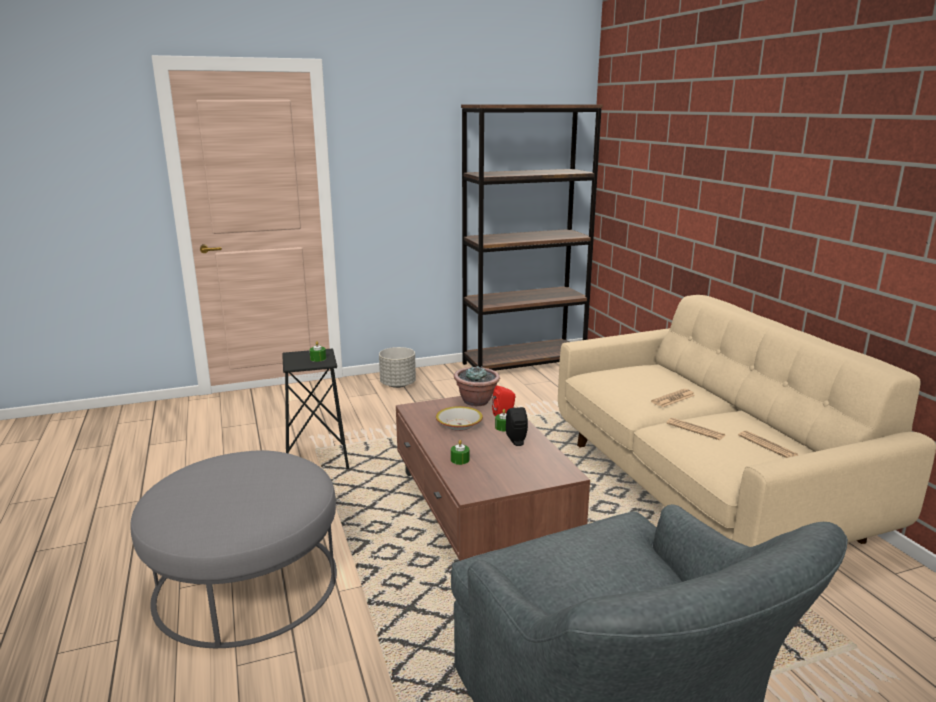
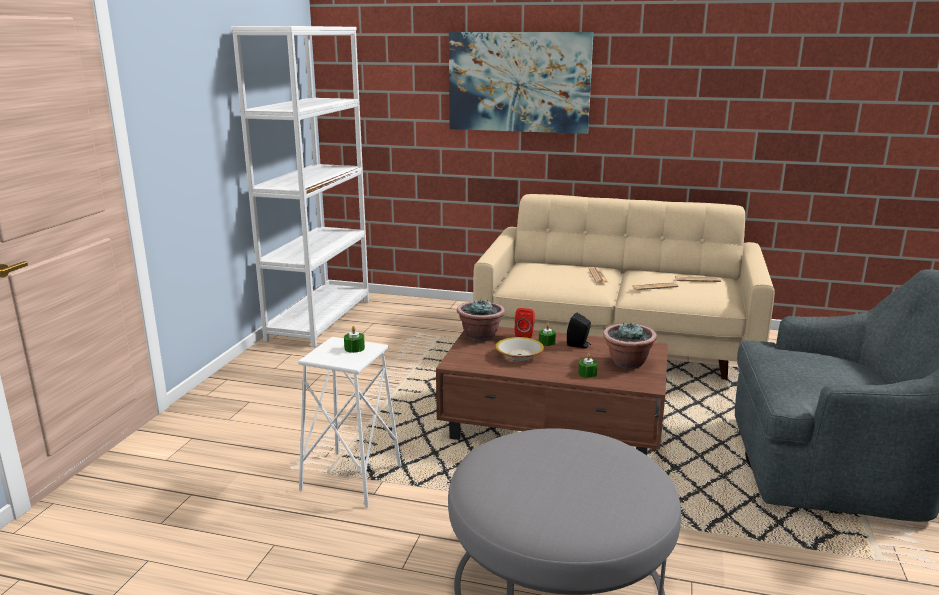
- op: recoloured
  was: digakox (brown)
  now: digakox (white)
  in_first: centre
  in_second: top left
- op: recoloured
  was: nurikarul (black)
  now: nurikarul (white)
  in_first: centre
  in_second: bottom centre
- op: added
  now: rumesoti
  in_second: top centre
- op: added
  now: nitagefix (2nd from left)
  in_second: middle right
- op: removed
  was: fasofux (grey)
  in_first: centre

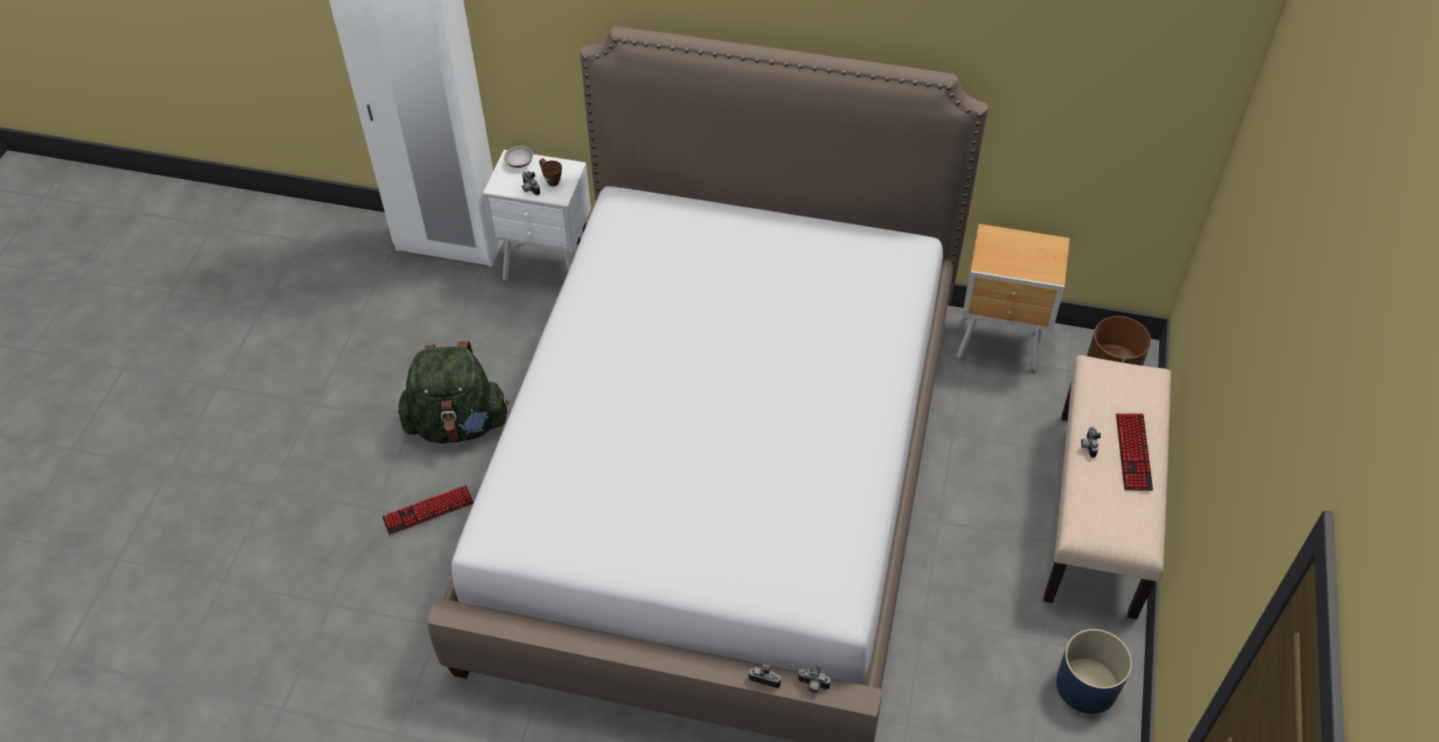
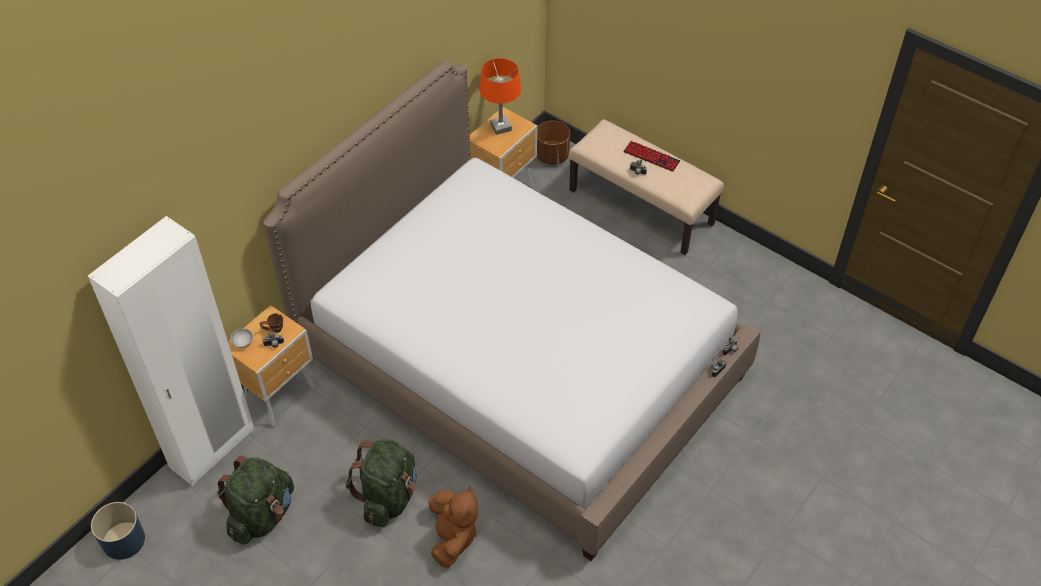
- op: moved
  was: fasofux (blue)
  in_first: bottom right
  in_second: bottom left
- op: added
  now: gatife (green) (1st from left)
  in_second: bottom left
- op: recoloured
  was: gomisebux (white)
  now: gomisebux (brown) (1st from left)
  in_first: top centre
  in_second: middle left
- op: replaced
  was: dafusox (1st from left)
  now: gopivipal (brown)
  in_first: bottom left
  in_second: bottom centre
- op: added
  now: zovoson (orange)
  in_second: top centre

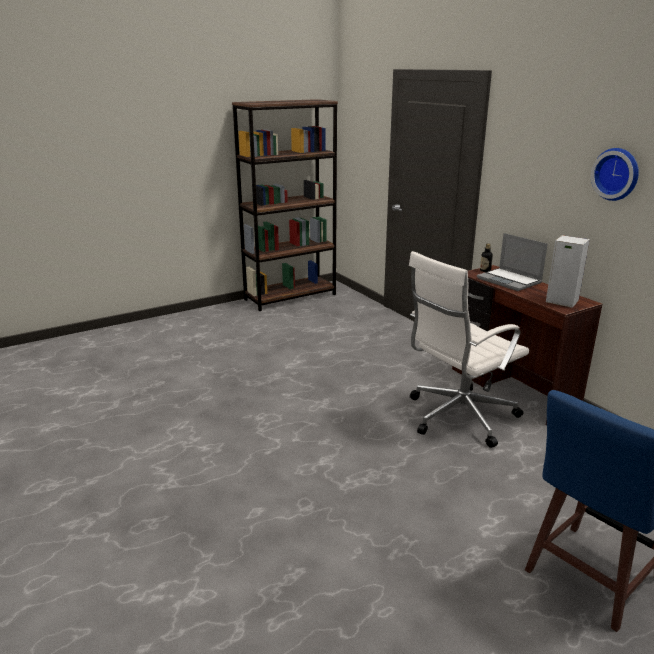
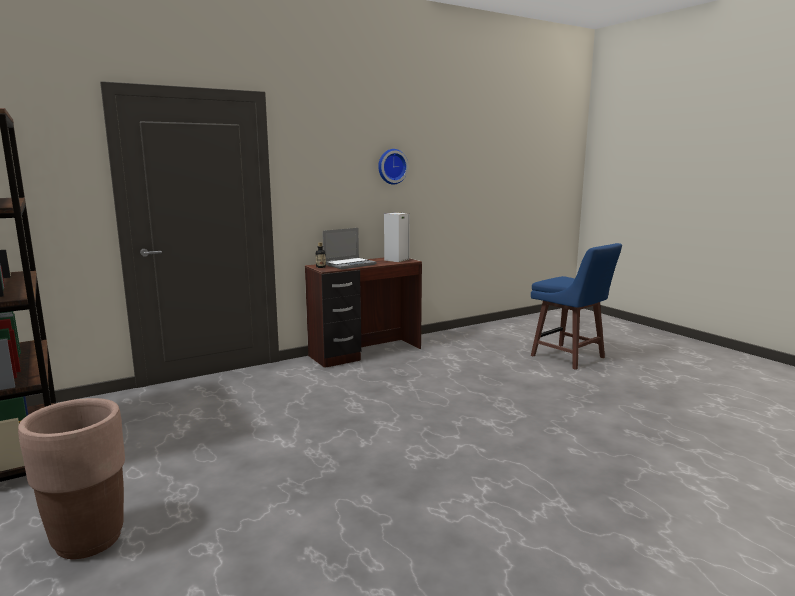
- op: added
  now: fasofux (brown)
  in_second: bottom left
- op: removed
  was: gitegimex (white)
  in_first: middle right

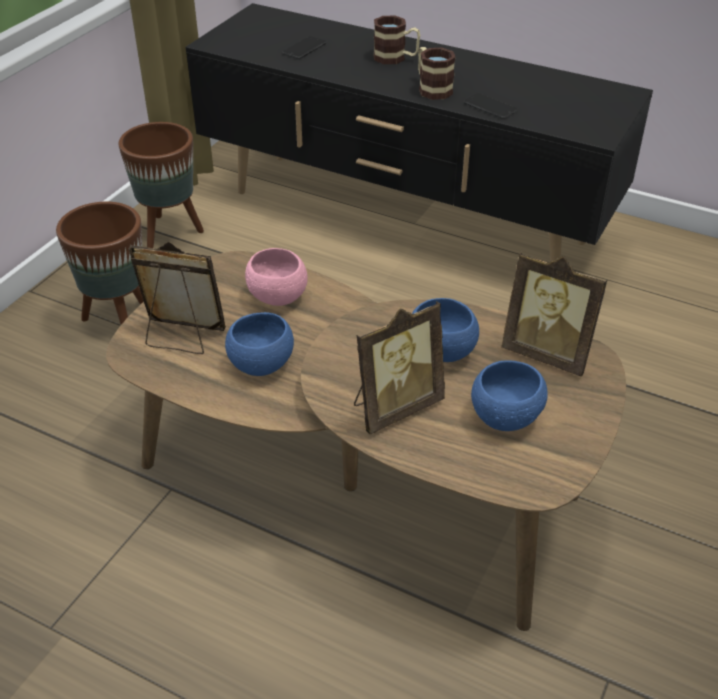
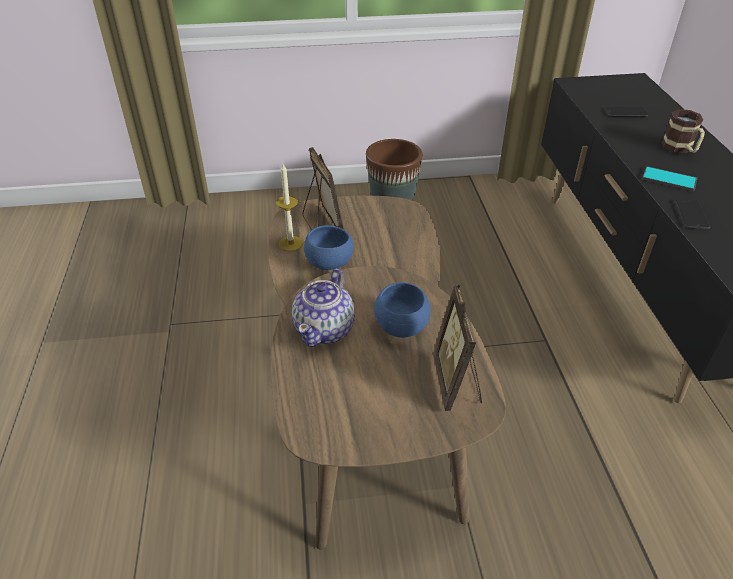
- op: added
  now: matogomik
  in_second: centre
- op: replaced
  was: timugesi (2nd from left)
  now: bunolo
  in_first: centre
  in_second: centre
- op: replaced
  was: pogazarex (2nd from left)
  now: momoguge (2nd from left)
  in_first: top centre
  in_second: top right
- op: removed
  was: fasofux (brown) (2nd from left)
  in_first: top left
- op: removed
  was: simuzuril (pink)
  in_first: centre
- op: removed
  was: simuzuril (blue) (3rd from left)
  in_first: middle right

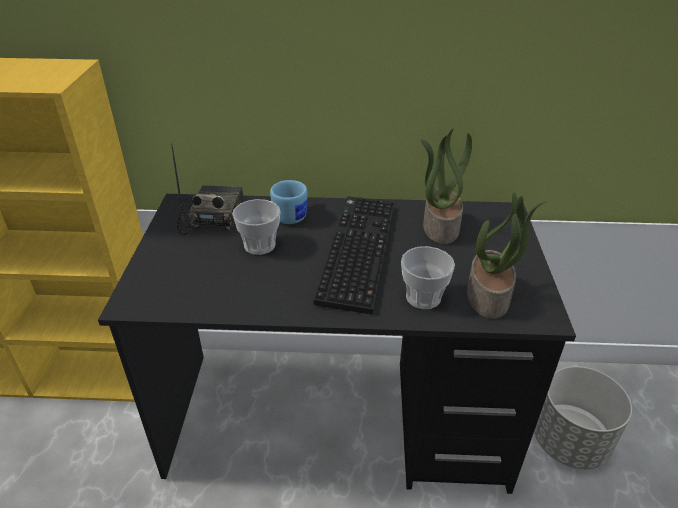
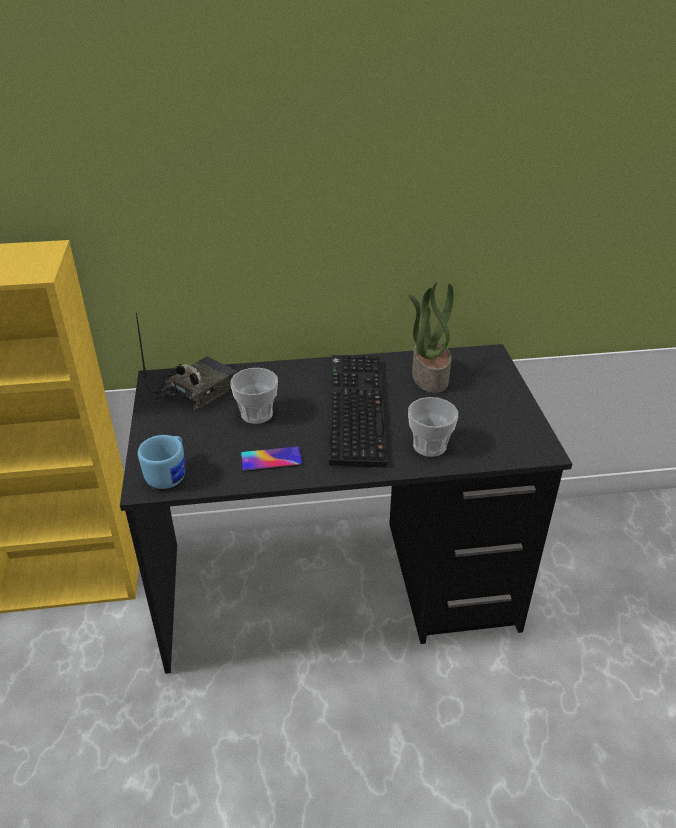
- op: turned
  was: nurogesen
  in_first: middle left
  in_second: middle left
  clockwise: 45
- op: moved
  was: pogazarex (blue)
  in_first: centre
  in_second: middle left
- op: added
  now: momoguge
  in_second: centre
- op: removed
  was: nitagefix (2nd from left)
  in_first: middle right
- op: removed
  was: fasofux (grey)
  in_first: bottom right

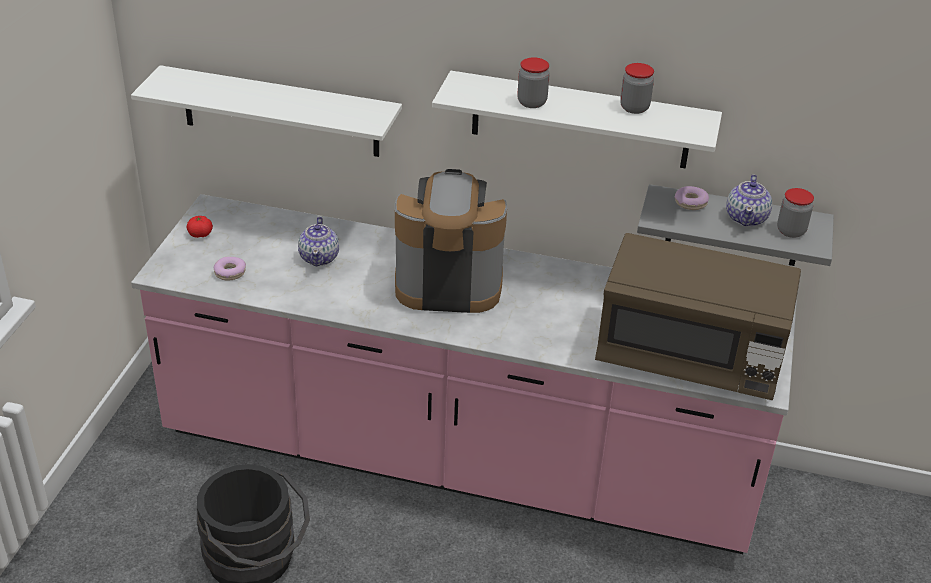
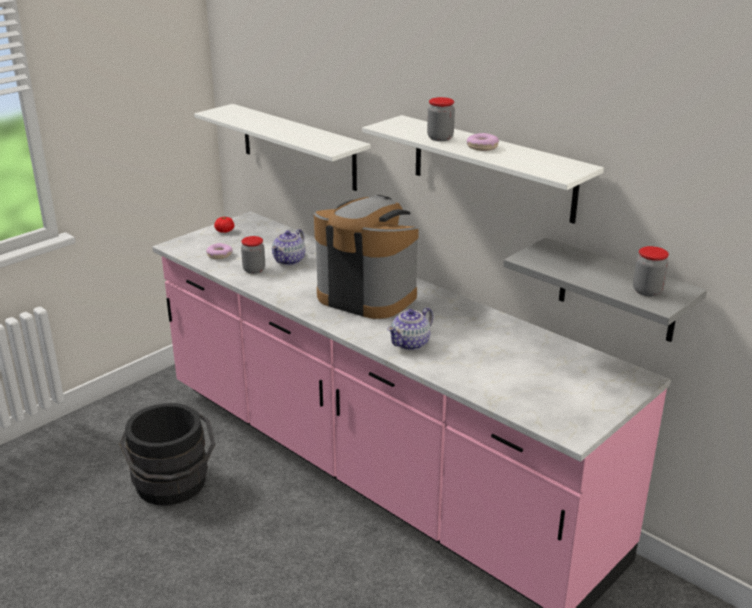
- op: moved
  was: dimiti (2nd from left in the first image)
  now: dimiti (1st from left)
  in_first: top right
  in_second: centre
- op: moved
  was: bunolo (2nd from left)
  in_first: middle right
  in_second: centre
- op: moved
  was: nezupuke (2nd from left)
  in_first: middle right
  in_second: top centre
- op: removed
  was: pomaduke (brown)
  in_first: middle right

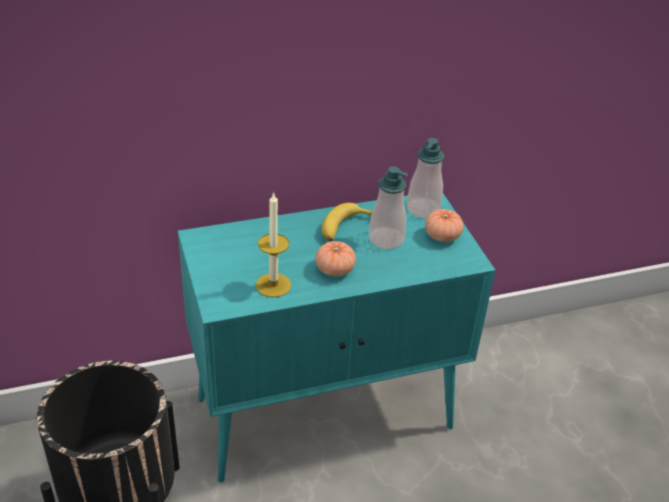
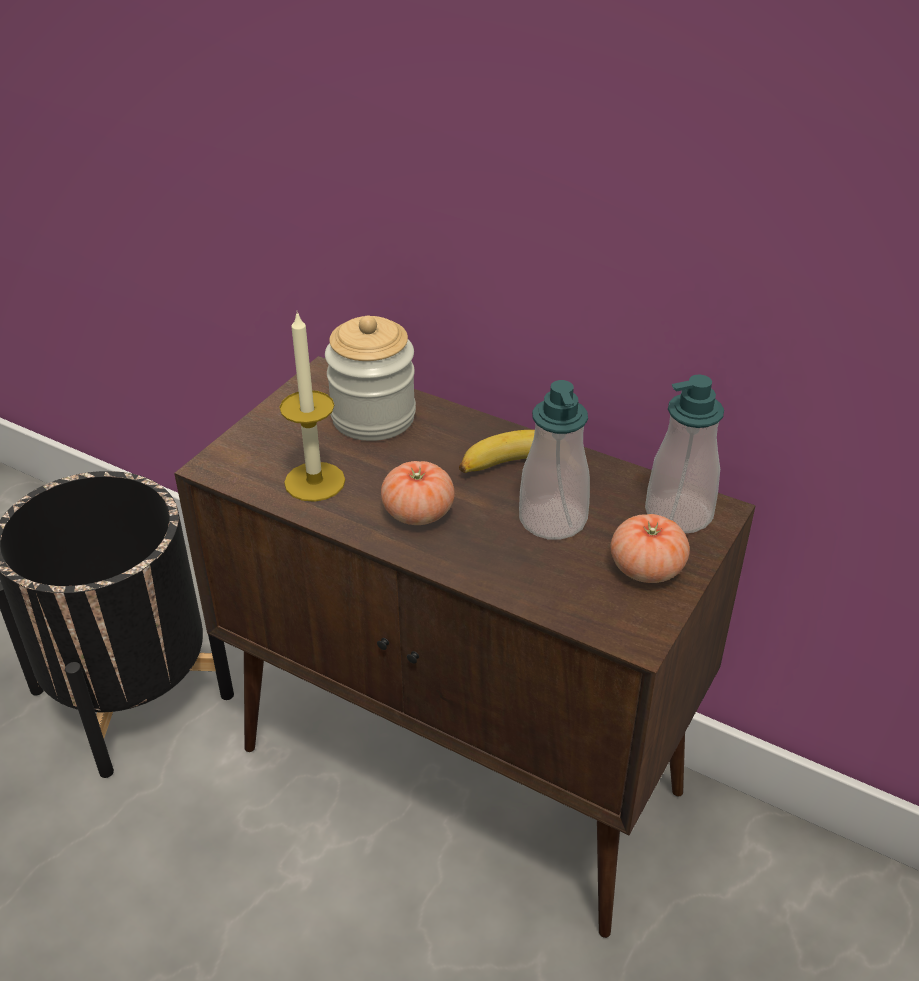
- op: recoloured
  was: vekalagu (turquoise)
  now: vekalagu (brown)
  in_first: bottom centre
  in_second: centre
- op: added
  now: dimiti
  in_second: centre

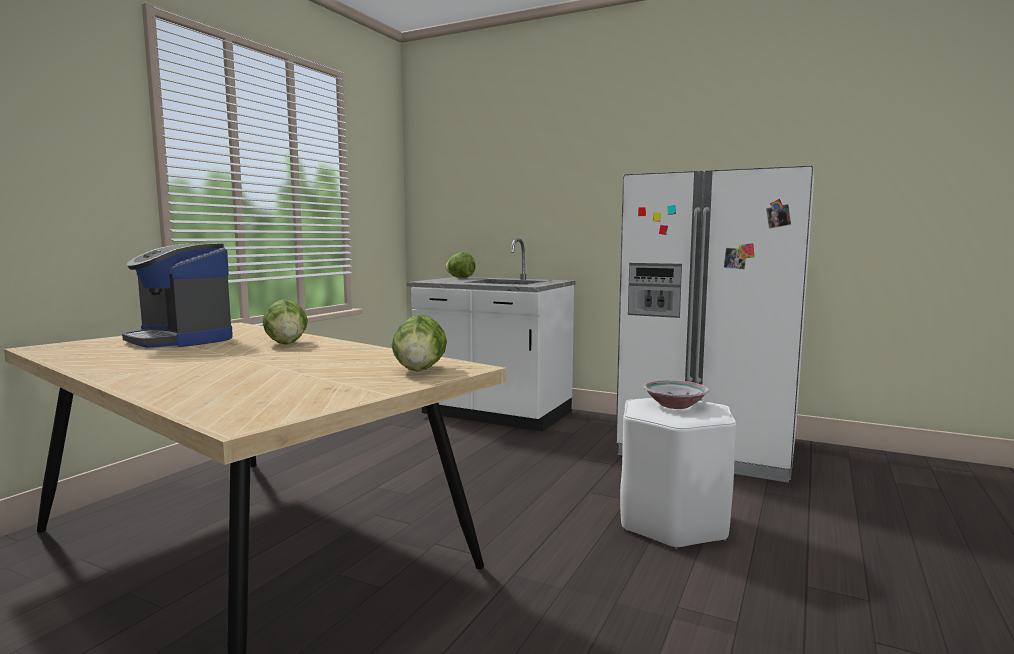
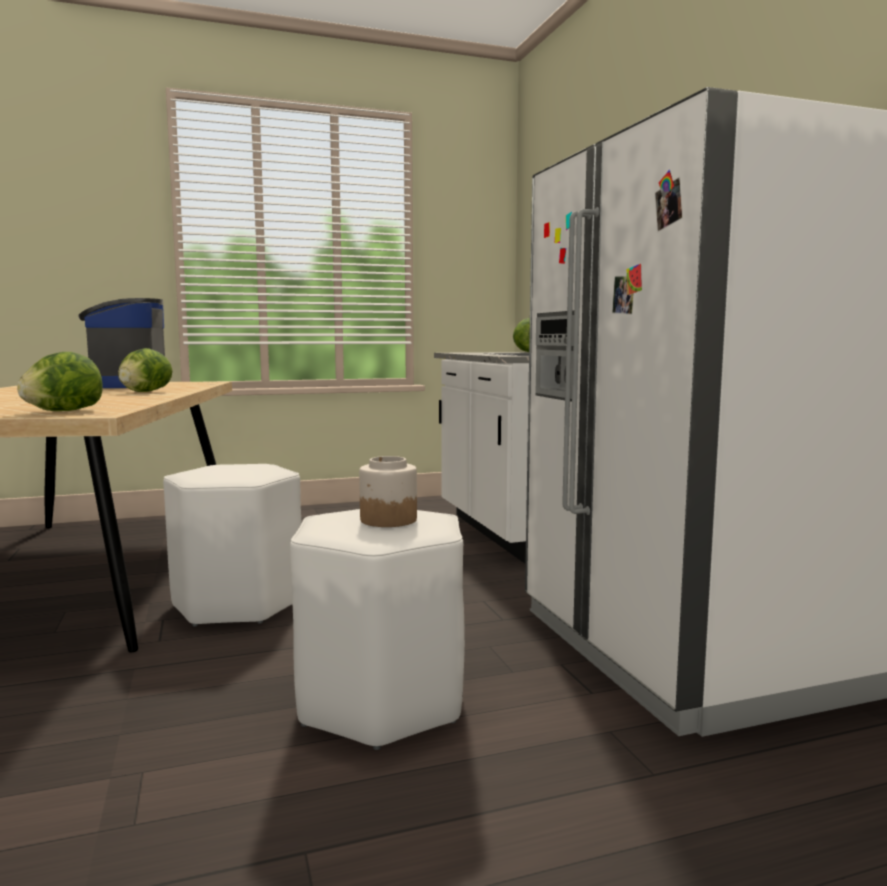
- op: added
  now: nurikarul (white) (1st from left)
  in_second: middle left
- op: replaced
  was: simuzuril
  now: dimiti
  in_first: middle right
  in_second: centre

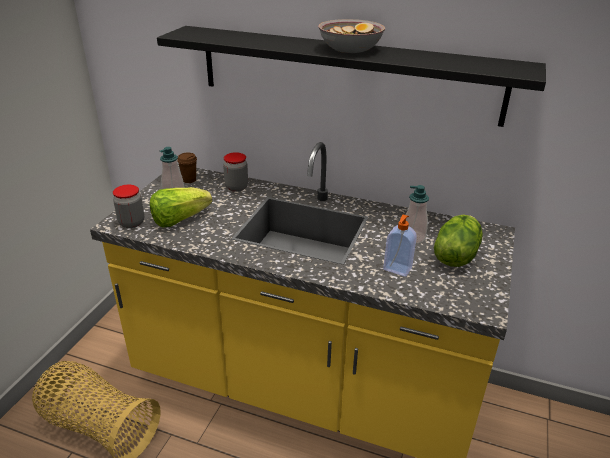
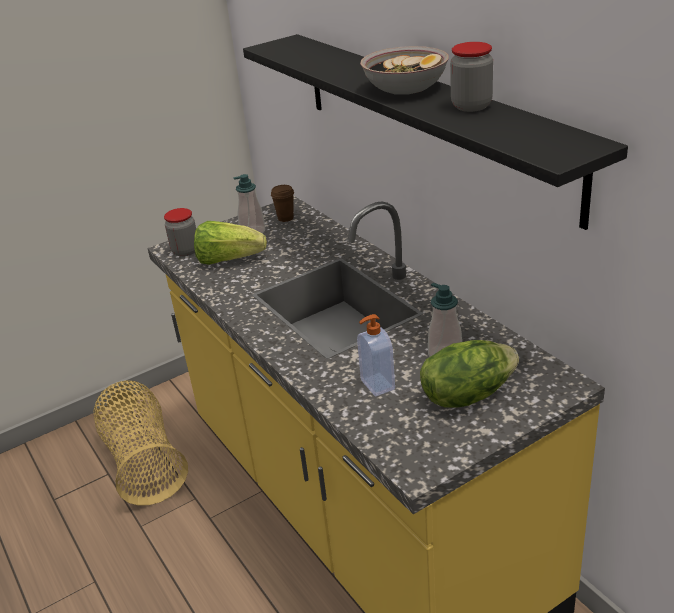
- op: moved
  was: dimiti (2nd from left)
  in_first: centre
  in_second: top right

